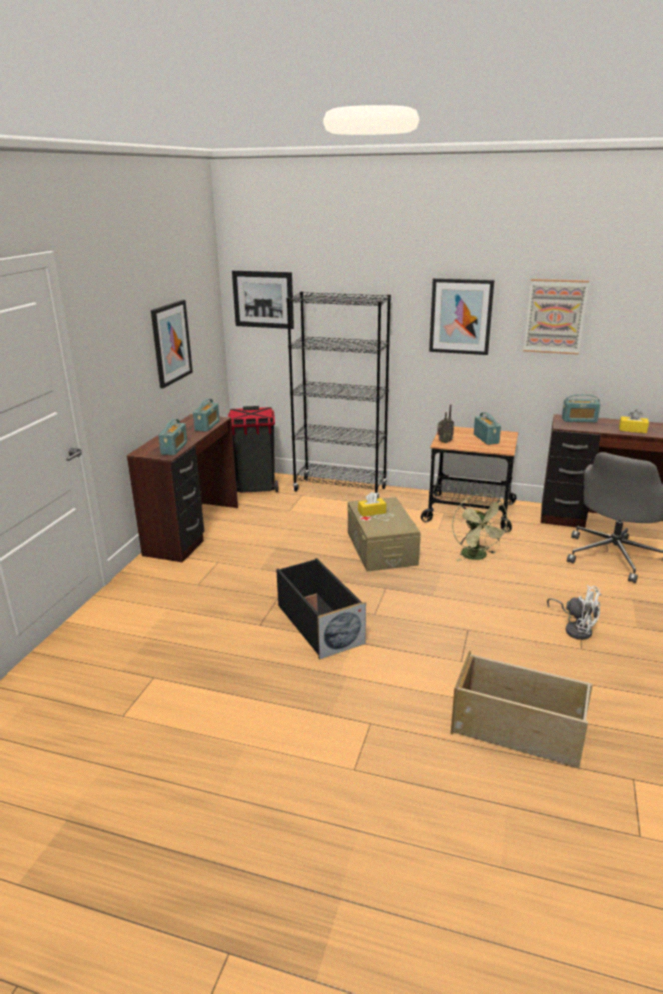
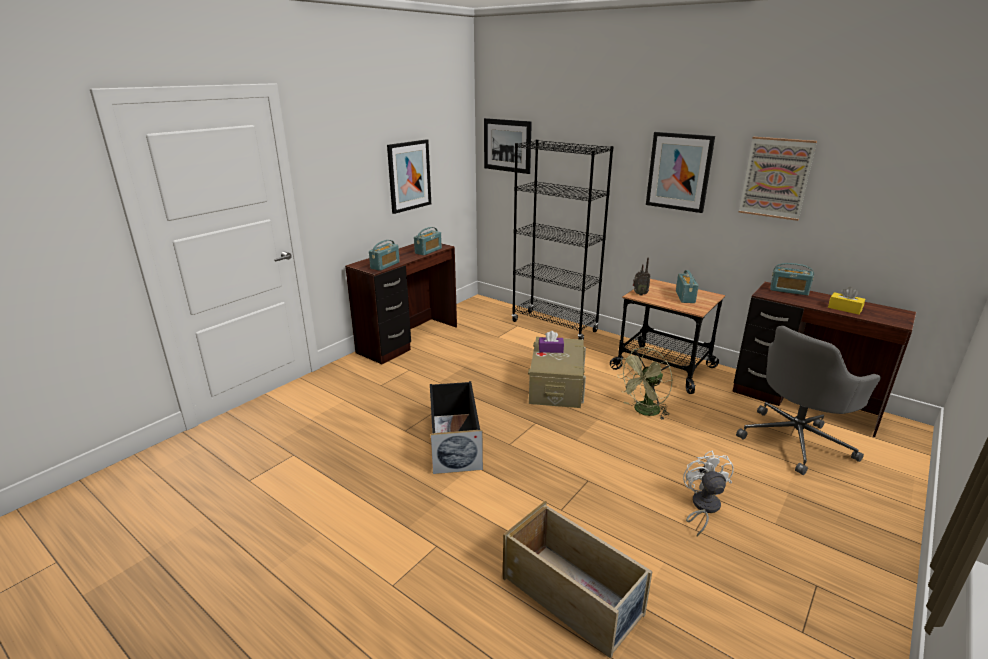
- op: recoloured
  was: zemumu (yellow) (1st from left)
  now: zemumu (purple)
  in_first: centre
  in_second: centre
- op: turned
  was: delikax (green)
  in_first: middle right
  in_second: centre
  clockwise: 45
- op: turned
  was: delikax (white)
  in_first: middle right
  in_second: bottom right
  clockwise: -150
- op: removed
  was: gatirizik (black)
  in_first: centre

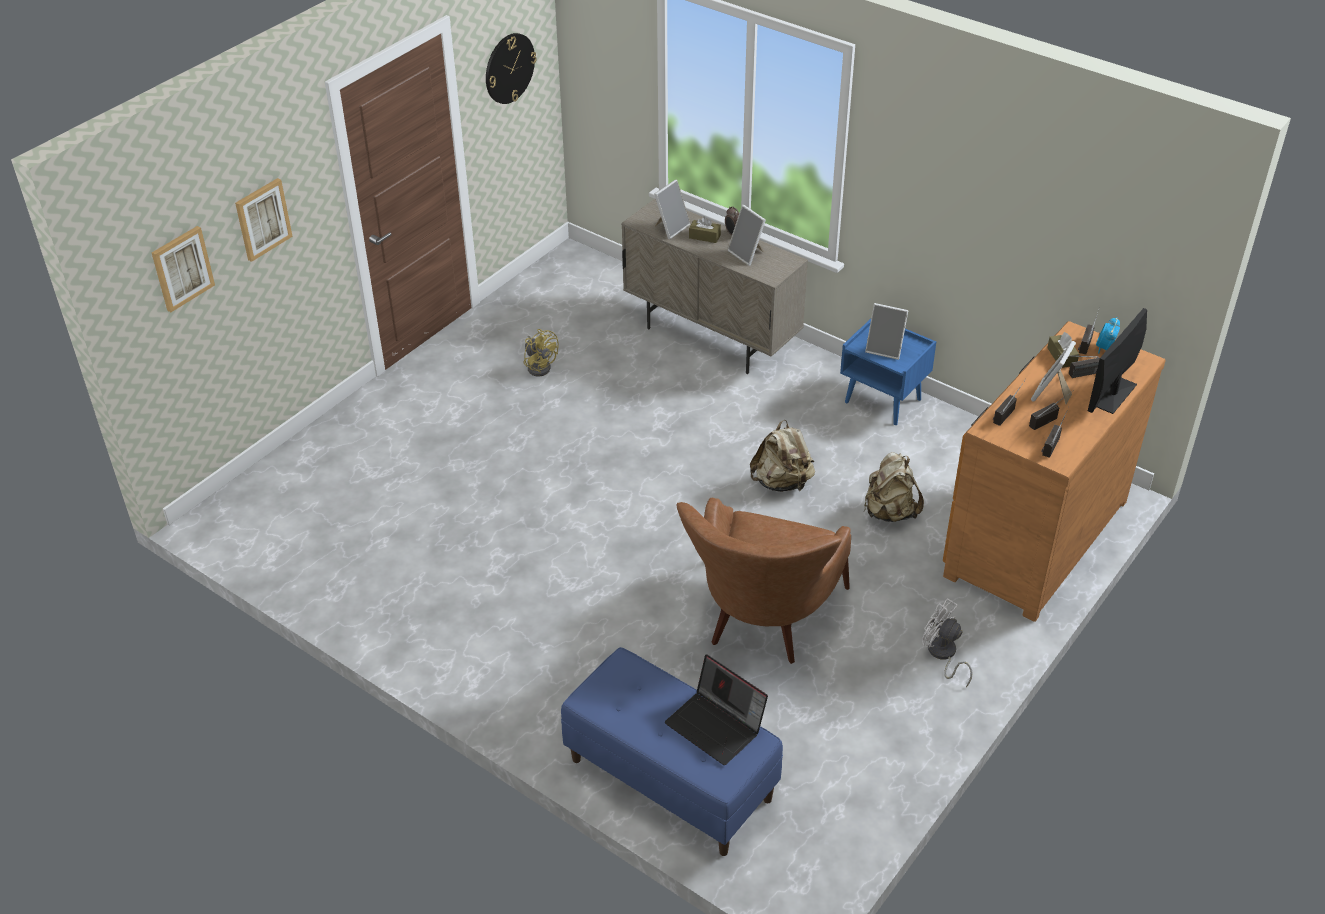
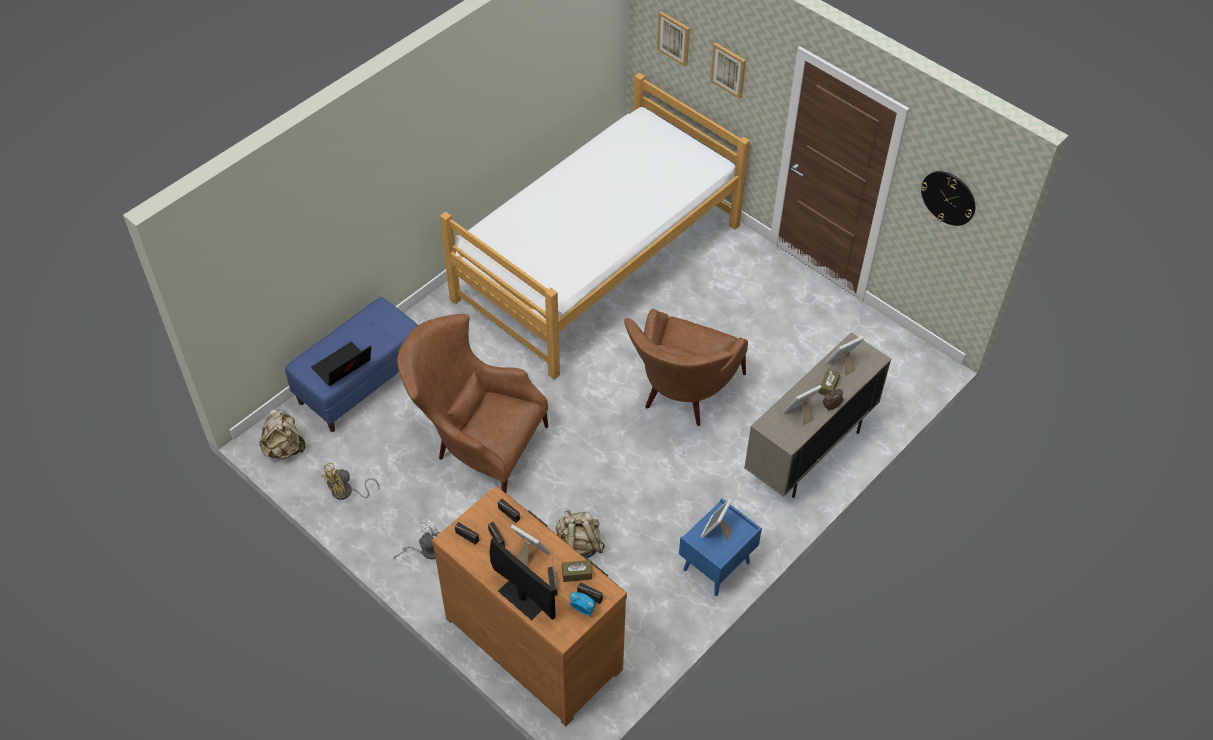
- op: moved
  was: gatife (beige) (1st from left)
  in_first: centre
  in_second: middle left
- op: moved
  was: delikax (yellow)
  in_first: centre
  in_second: middle left
- op: added
  now: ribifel
  in_second: top centre
- op: added
  now: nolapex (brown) (2nd from left)
  in_second: centre
- op: turned
  was: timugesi (1st from left in the first image)
  in_first: top centre
  in_second: middle right
  clockwise: 105

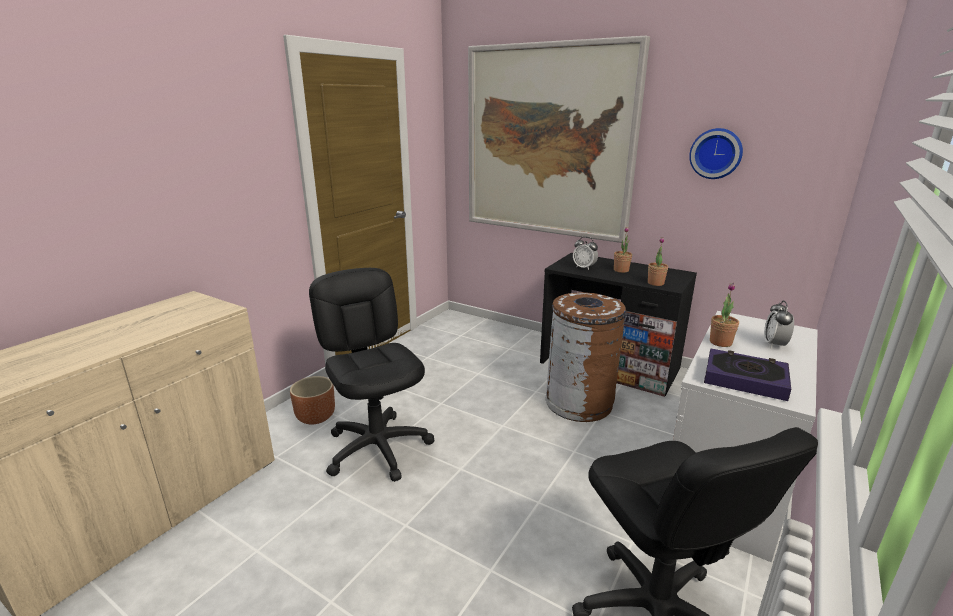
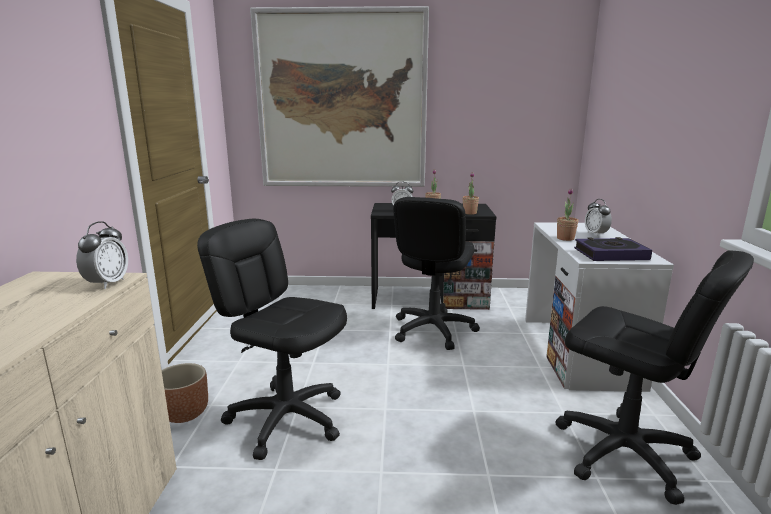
- op: added
  now: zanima (1st from left)
  in_second: middle left
- op: replaced
  was: gatirizik (brown)
  now: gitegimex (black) (2nd from left)
  in_first: centre
  in_second: centre
- op: removed
  was: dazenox
  in_first: top right

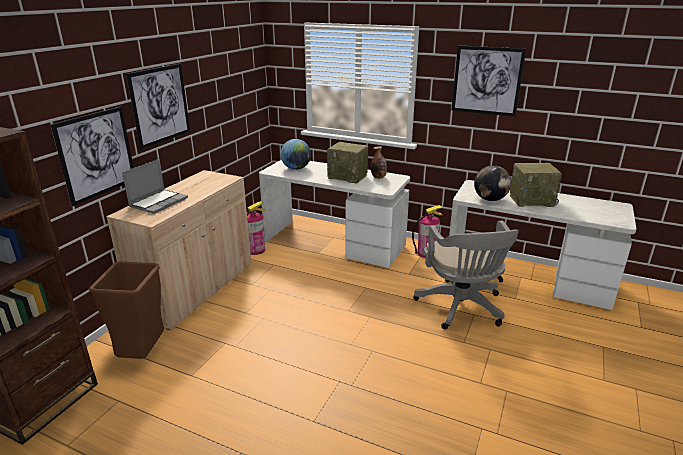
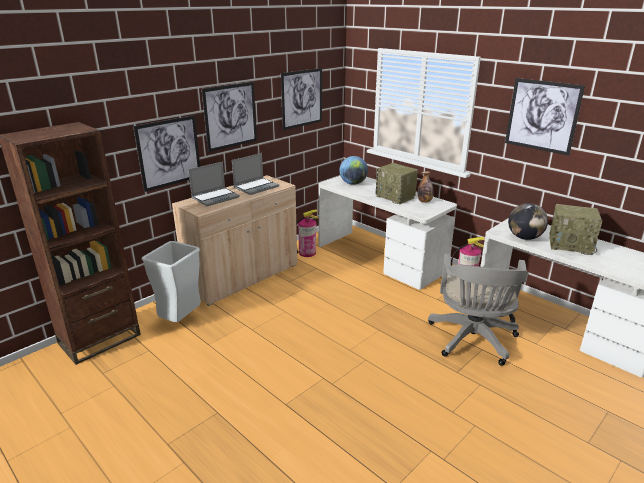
- op: recoloured
  was: gatirizik (brown)
  now: gatirizik (grey)
  in_first: bottom left
  in_second: middle left
- op: added
  now: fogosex (2nd from left)
  in_second: centre
- op: added
  now: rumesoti (3rd from left)
  in_second: top centre

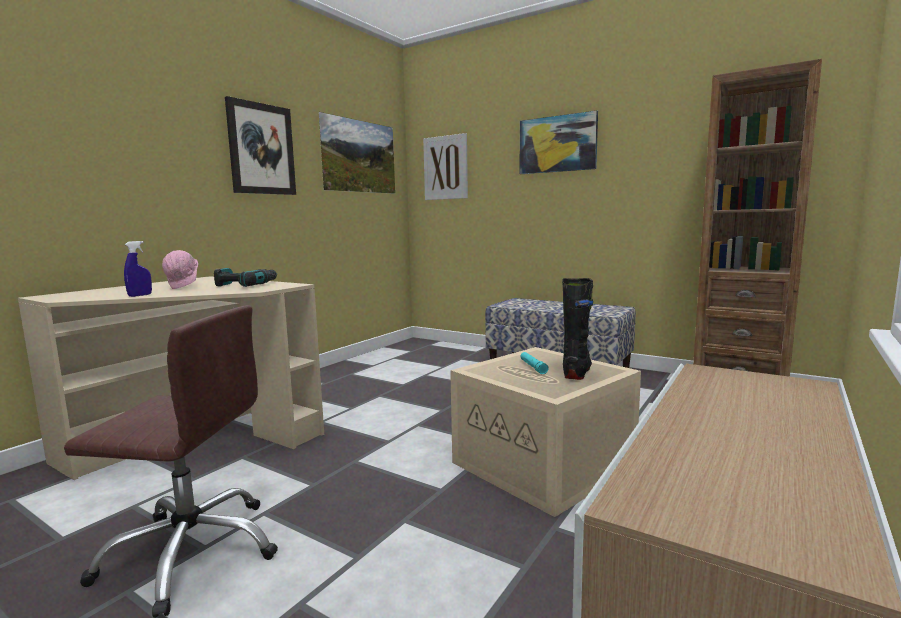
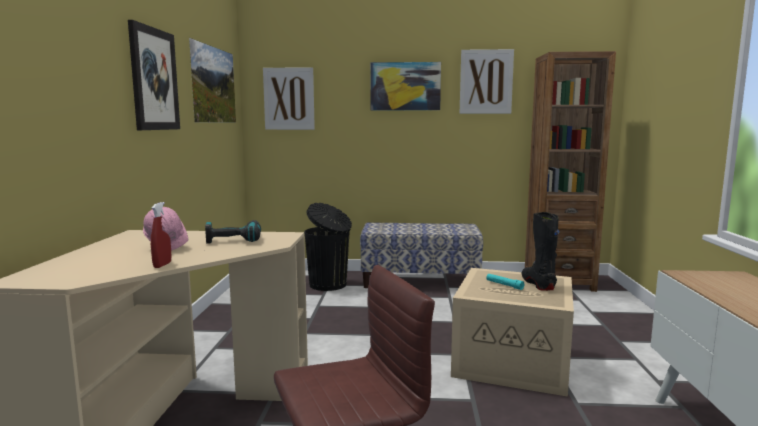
- op: recoloured
  was: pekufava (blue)
  now: pekufava (red)
  in_first: middle left
  in_second: middle left
- op: added
  now: gatirizik (black)
  in_second: centre
- op: added
  now: rumesoti (5th from left)
  in_second: top centre

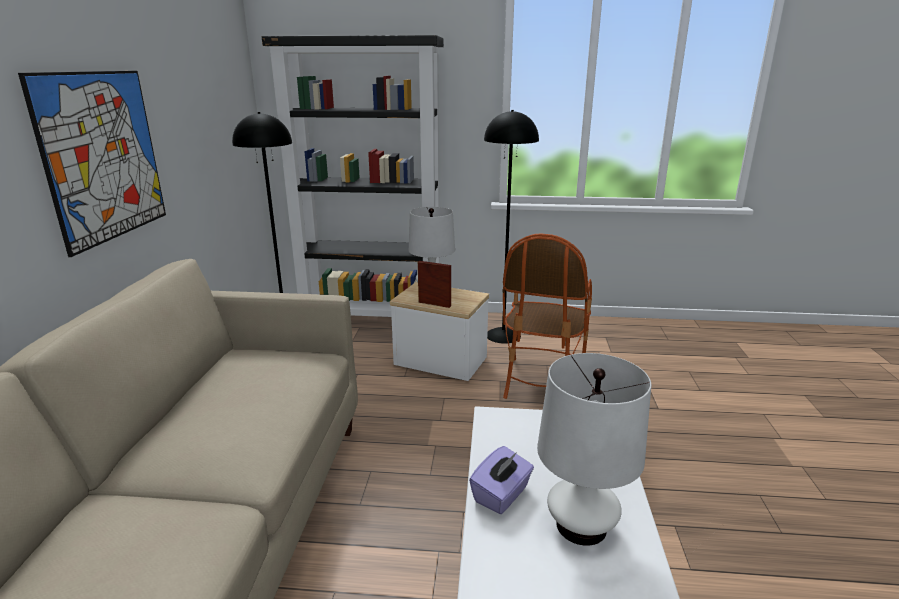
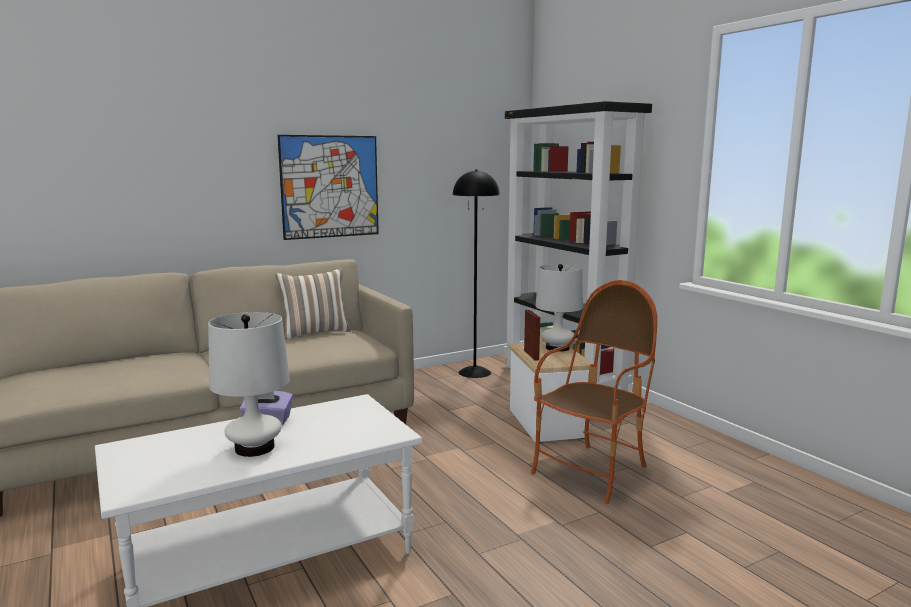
- op: added
  now: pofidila
  in_second: centre
- op: turned
  was: nolapex
  in_first: centre
  in_second: centre
  clockwise: 150
- op: removed
  was: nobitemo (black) (2nd from left)
  in_first: centre

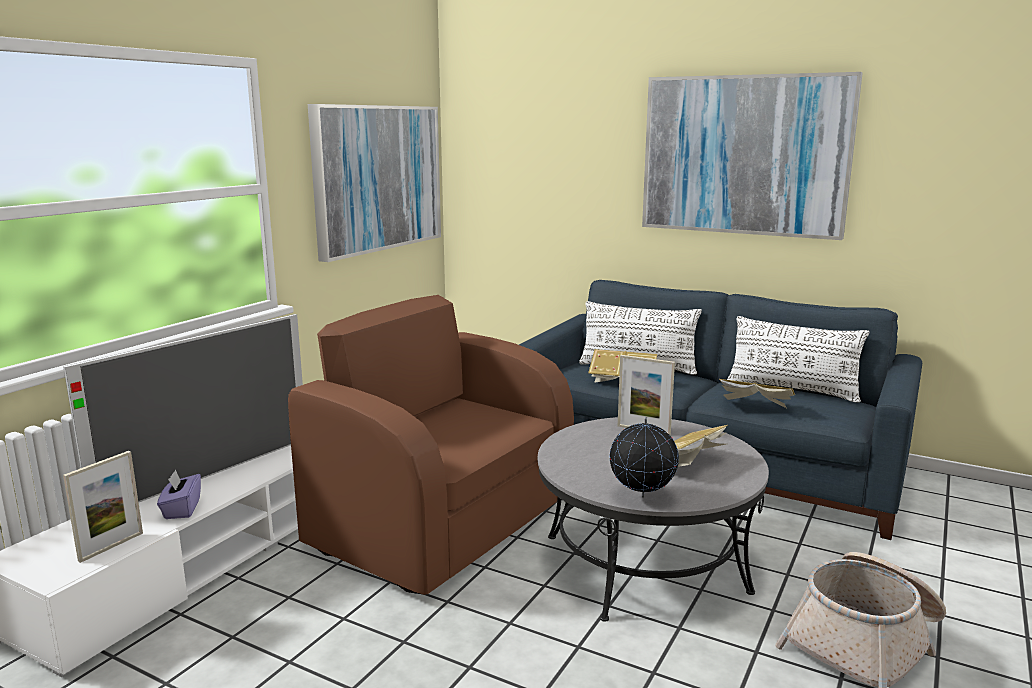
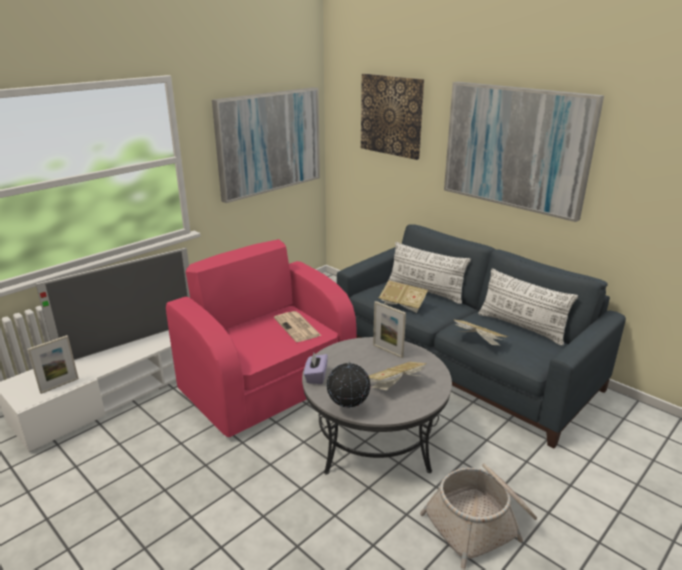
- op: recoloured
  was: nolapex (brown)
  now: nolapex (pink)
  in_first: centre
  in_second: centre
- op: added
  now: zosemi
  in_second: centre
- op: moved
  was: zemumu (purple)
  in_first: bottom left
  in_second: centre
- op: added
  now: rumesoti (2nd from left)
  in_second: top centre

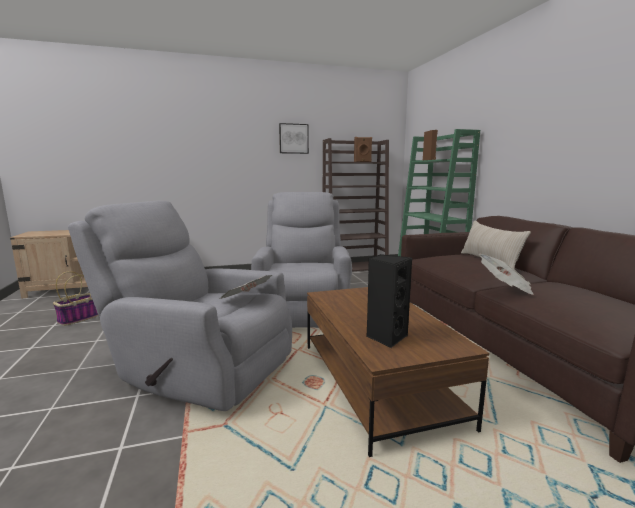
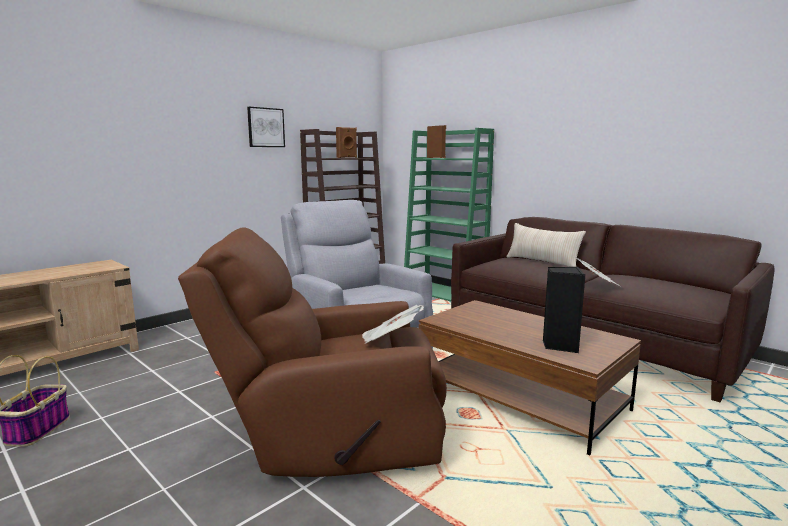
- op: recoloured
  was: nolapex (grey) (1st from left)
  now: nolapex (brown)
  in_first: middle left
  in_second: bottom centre

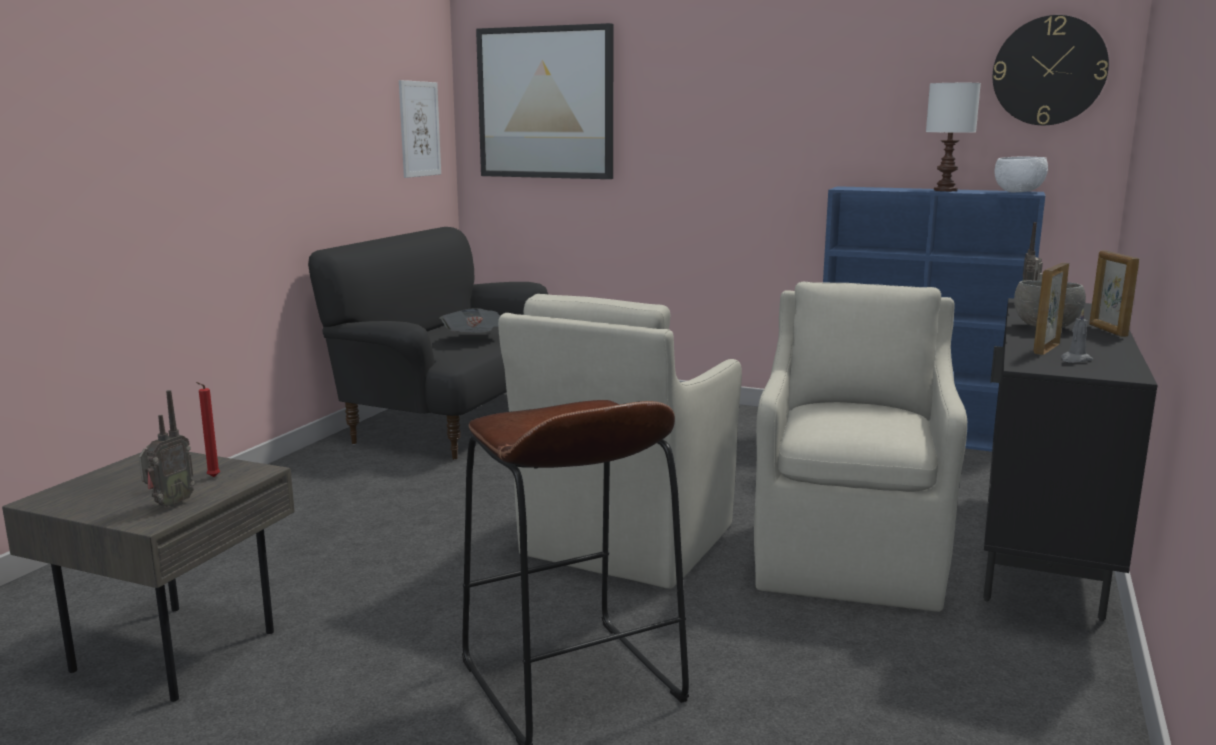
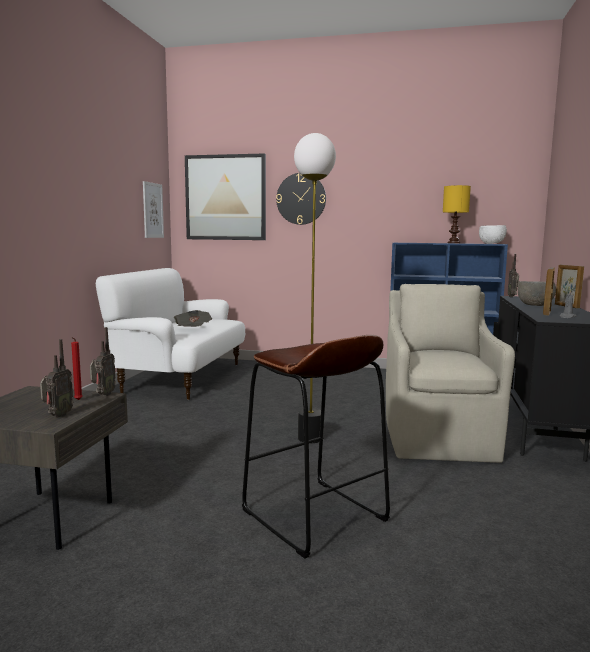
- op: added
  now: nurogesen (2nd from left)
  in_second: middle left
- op: recoloured
  was: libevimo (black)
  now: libevimo (white)
  in_first: centre
  in_second: middle left
- op: moved
  was: dazenox
  in_first: top right
  in_second: top centre
- op: replaced
  was: nolapex (beige) (1st from left)
  now: nobitemo
  in_first: centre
  in_second: centre
- op: recoloured
  was: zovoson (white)
  now: zovoson (yellow)
  in_first: top right
  in_second: top right

